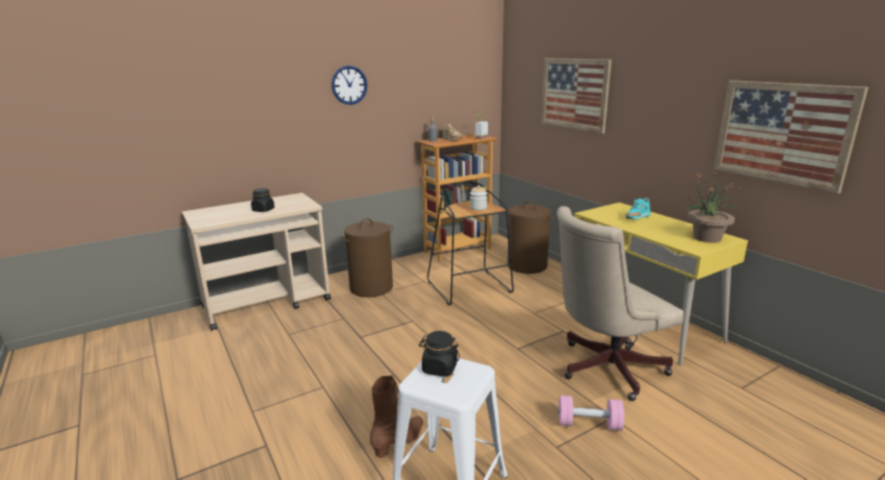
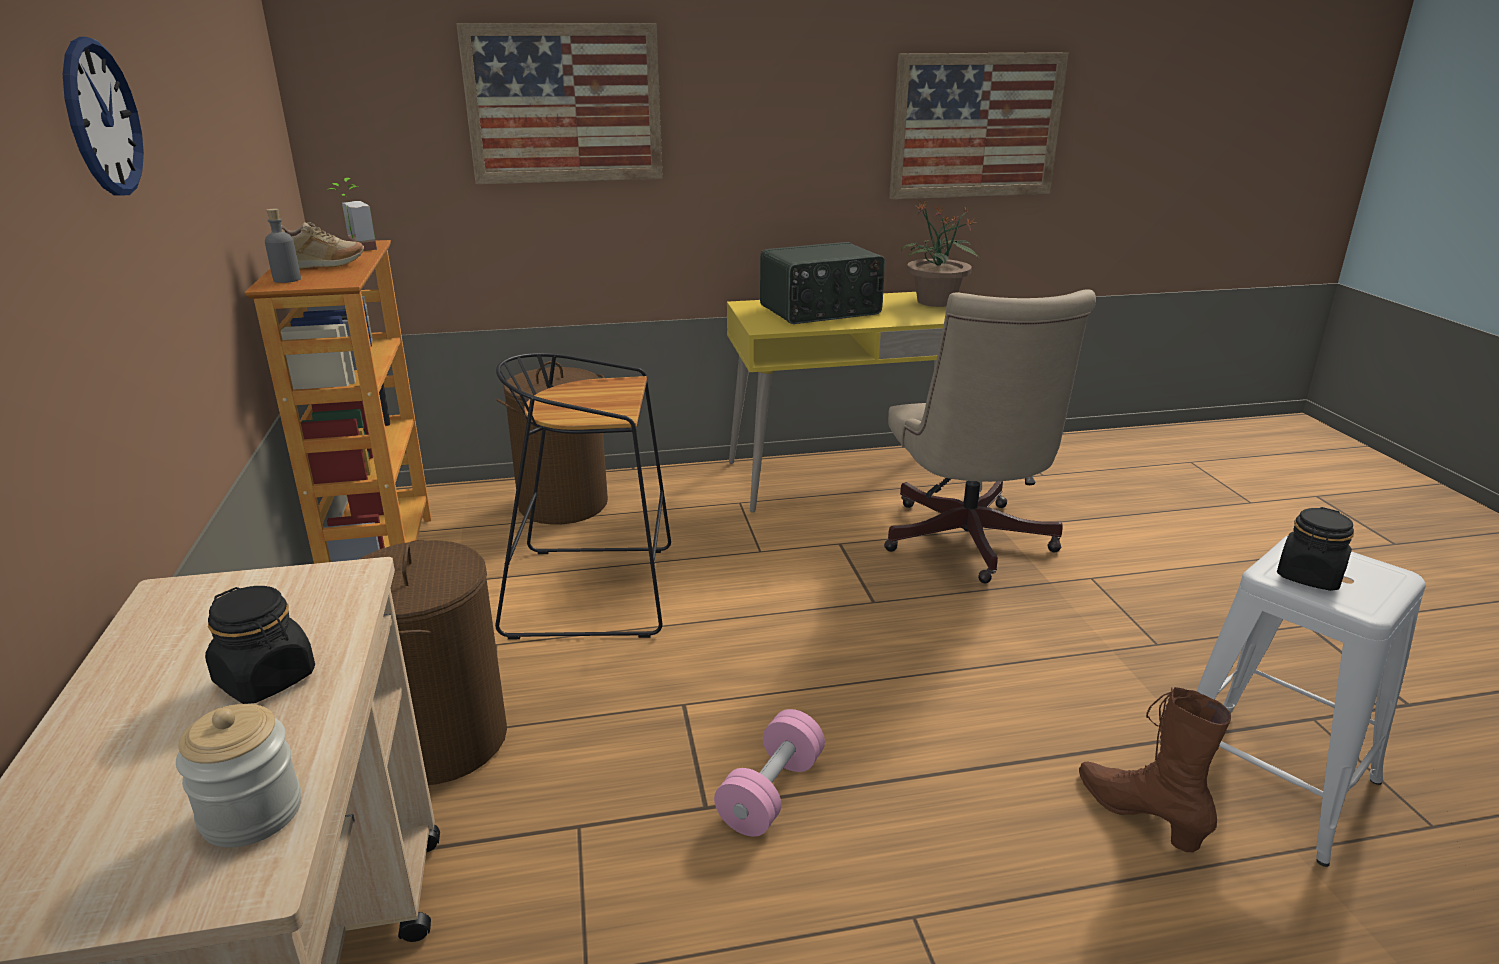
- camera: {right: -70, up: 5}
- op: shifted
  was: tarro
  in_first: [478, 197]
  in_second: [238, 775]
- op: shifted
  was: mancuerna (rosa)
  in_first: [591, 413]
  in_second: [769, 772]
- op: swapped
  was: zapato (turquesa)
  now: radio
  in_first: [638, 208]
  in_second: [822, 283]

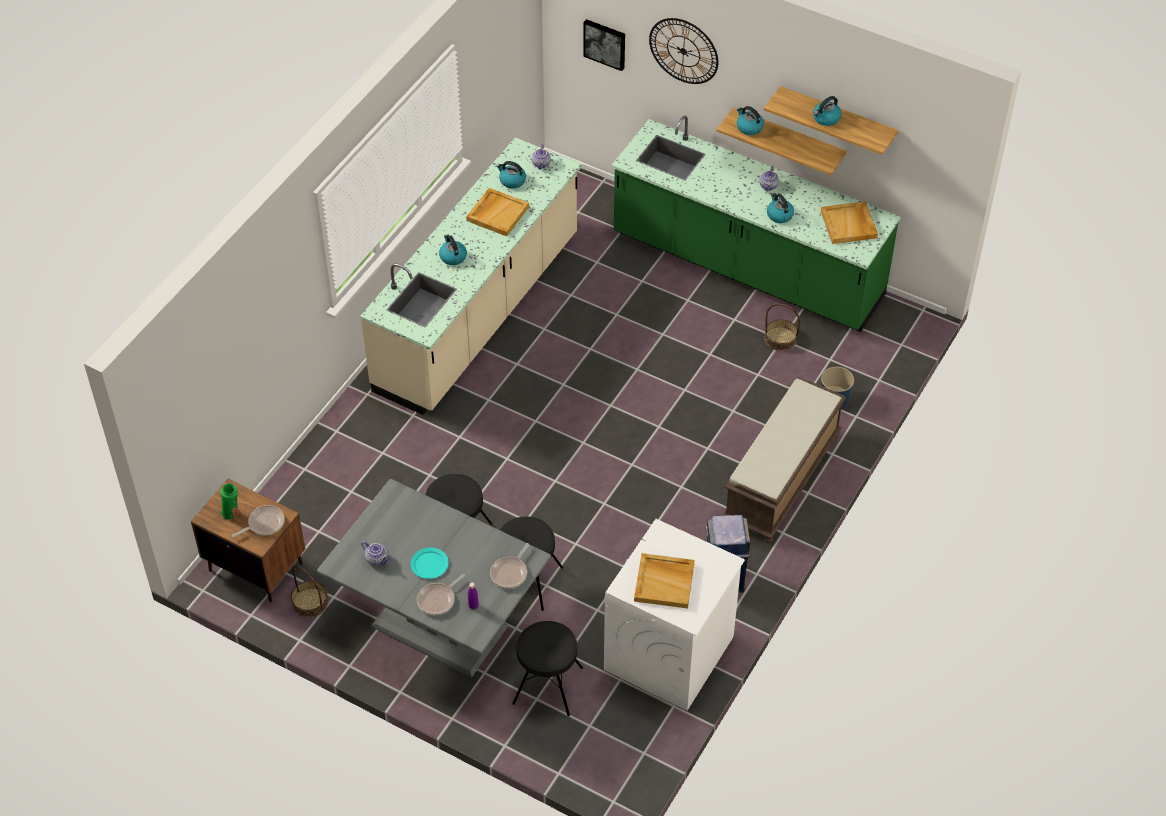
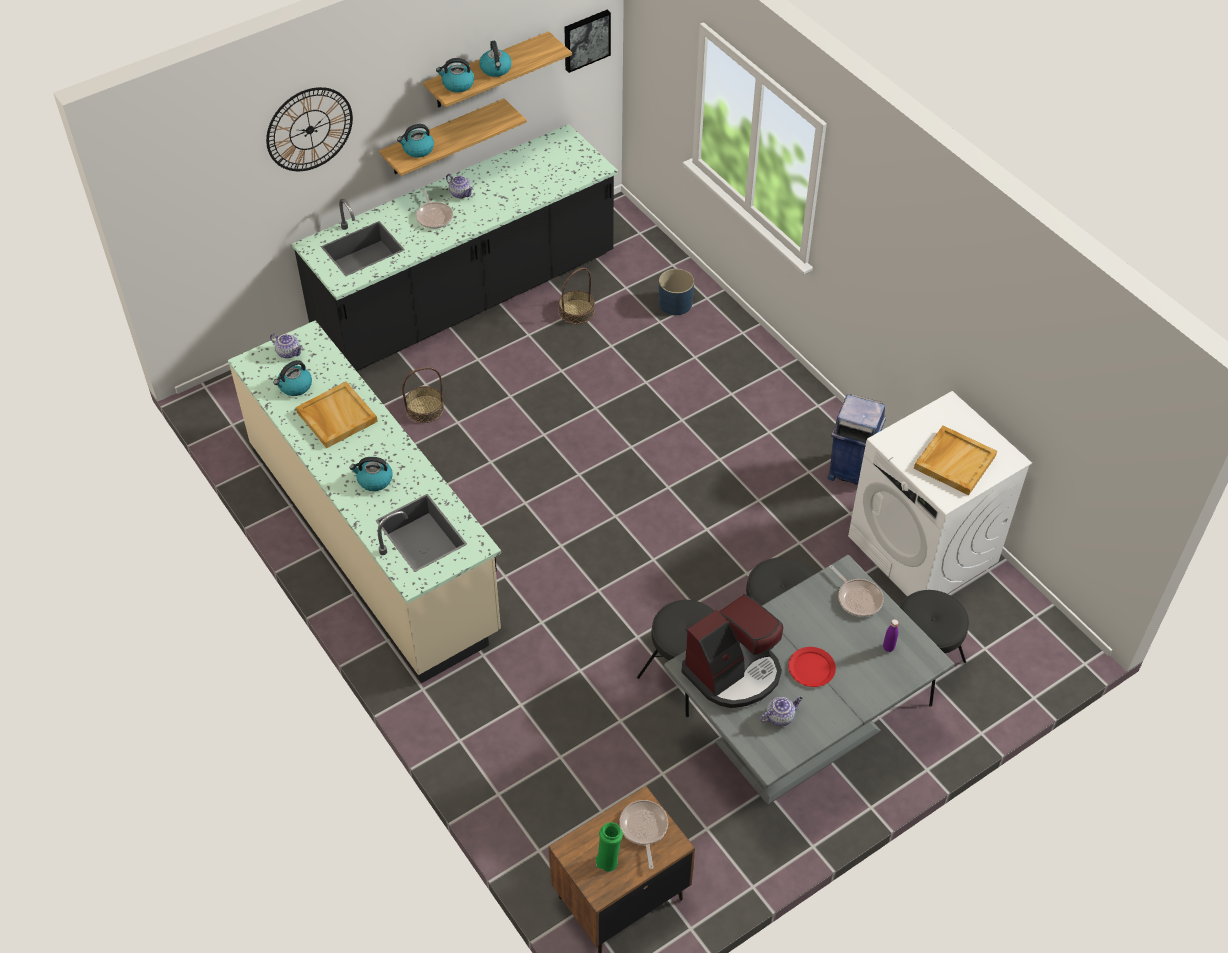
- camera: {right: -65, up: 0}
- op: shifted
  was: cesta
  in_first: [309, 592]
  in_second: [423, 395]
- op: repainted
  was: plato (turquesa)
  now: plato (rojo)
  in_first: [430, 563]
  in_second: [812, 667]
- op: shifted
  was: sartén
  in_first: [441, 594]
  in_second: [434, 209]
- op: shifted
  was: cuadro
  in_first: [604, 45]
  in_second: [588, 41]
- op: repainted
  was: mueble bajo de cocina (verde)
  now: mueble bajo de cocina (negro)
  in_first: [755, 224]
  in_second: [455, 247]
- op: gone
  was: banco (marrón)
  in_first: [784, 460]
- op: shifted
  was: hervidor
  in_first: [780, 208]
  in_second: [455, 75]
- op: gone
  was: bandeja (beis)
  in_first: [849, 222]
- op: new
  now: cafetera
  in_second: [732, 651]

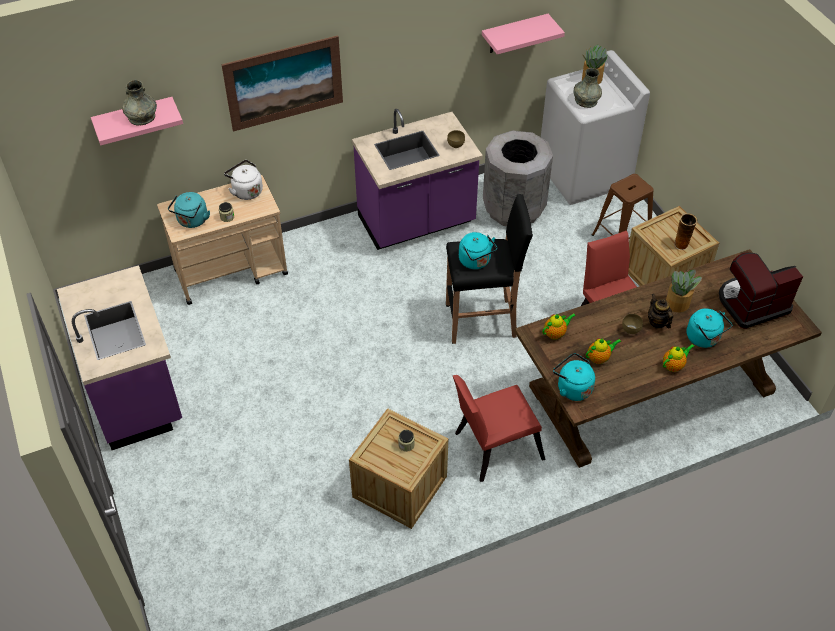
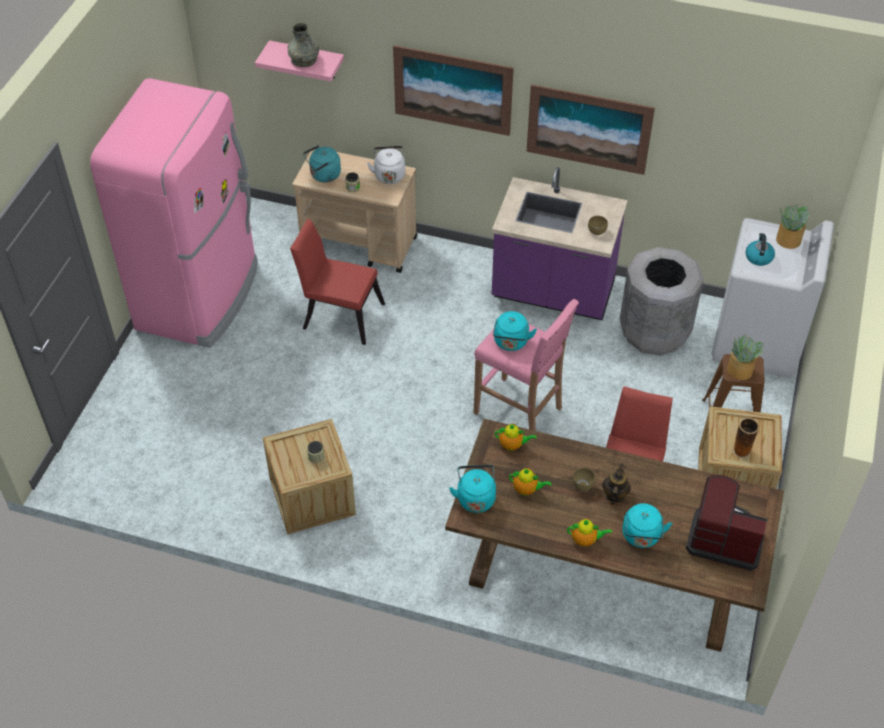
- camera: {right: 40, up: 0}
- op: swapped
  was: mueble bajo de cocina (morado)
  now: nevera (rosa)
  in_first: [119, 357]
  in_second: [174, 213]
- op: repainted
  was: taburete (negro)
  now: taburete (rosa)
  in_first: [489, 269]
  in_second: [526, 365]
- op: shifted
  was: silla (rojo)
  in_first: [499, 428]
  in_second: [337, 282]
- op: gone
  was: estante (rosa)
  in_first: [523, 34]
- op: swapped
  was: florero (gris)
  now: hervidor
  in_first: [587, 88]
  in_second: [760, 249]
- op: shifted
  was: planta en maceta
  in_first: [684, 290]
  in_second: [745, 357]
- op: new
  now: cuadro
  in_second: [590, 129]

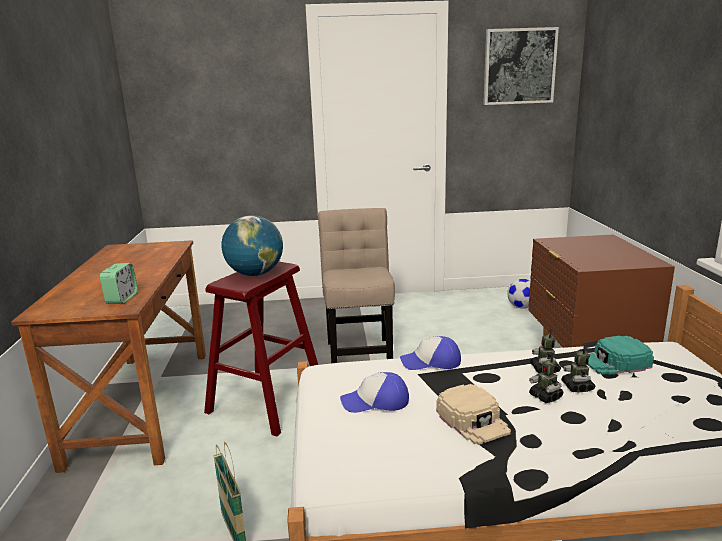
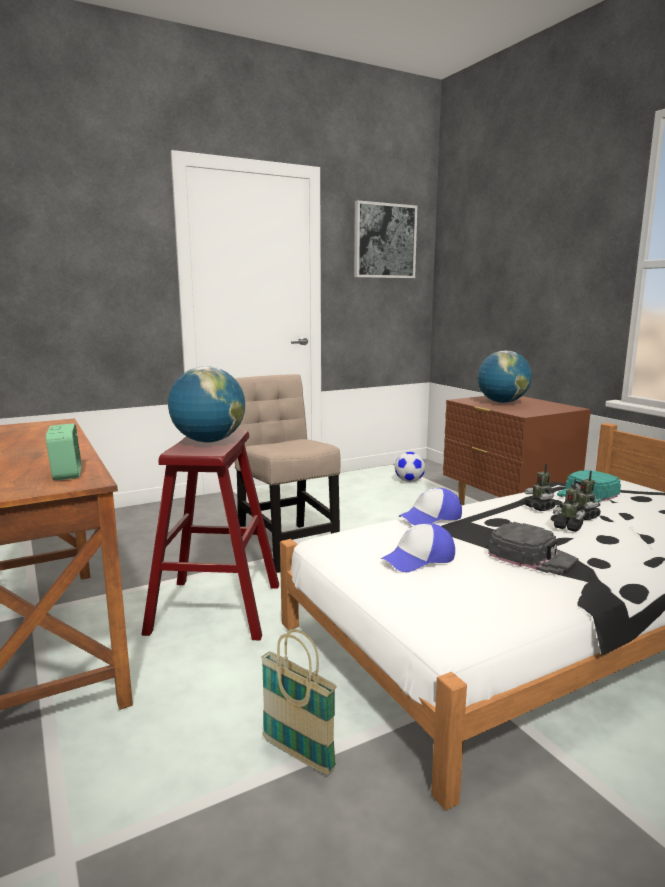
- camera: {right: -25, up: -5}
- op: repainted
  was: gorra (beis)
  now: gorra (negro)
  in_first: [473, 414]
  in_second: [533, 548]
- op: new
  now: globo terráqueo
  in_second: [505, 377]

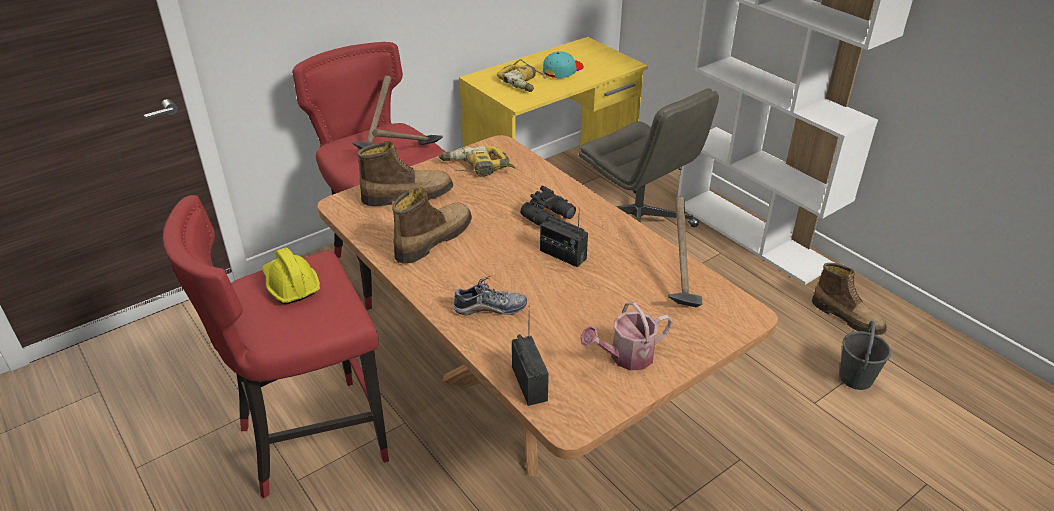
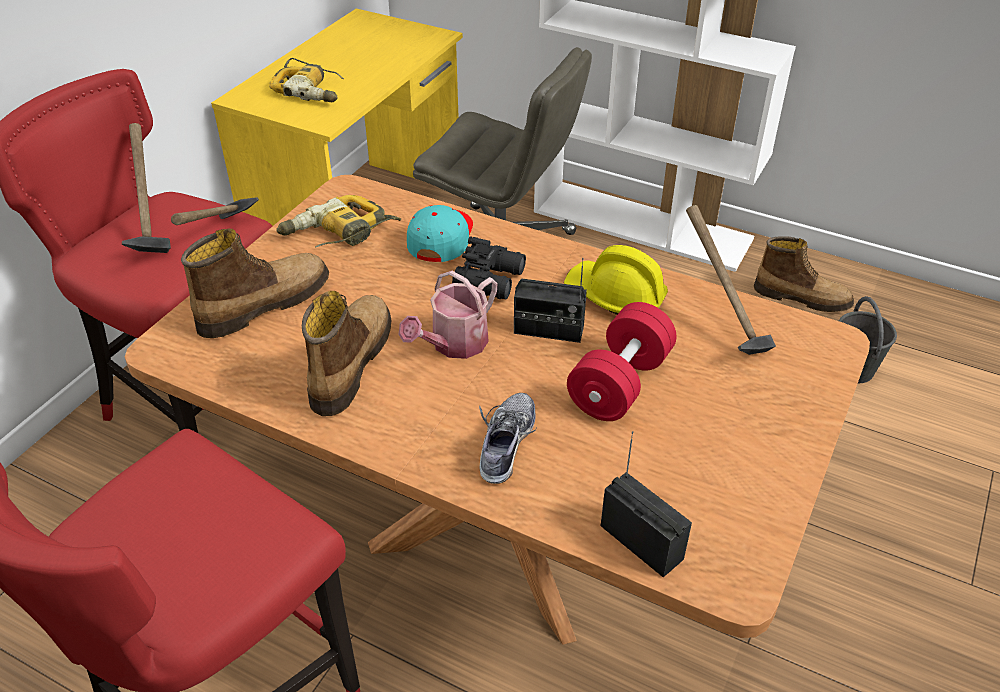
- camera: {right: -25, up: 5}
- op: shifted
  was: casco (amarillo)
  in_first: [291, 275]
  in_second: [616, 280]
- op: rotated
  was: zapato
  in_first: [490, 295]
  in_second: [508, 438]
  clockwise: -45
- op: shifted
  was: gorra (turquesa)
  in_first: [563, 64]
  in_second: [440, 233]
- op: shifted
  was: regadera
  in_first: [626, 336]
  in_second: [448, 315]
- op: new
  now: mancuerna (rojo)
  in_second: [622, 361]

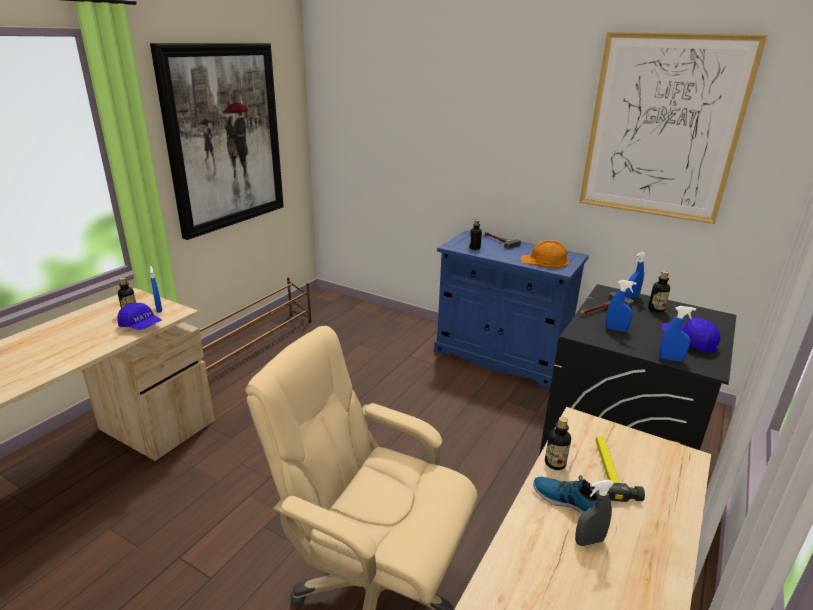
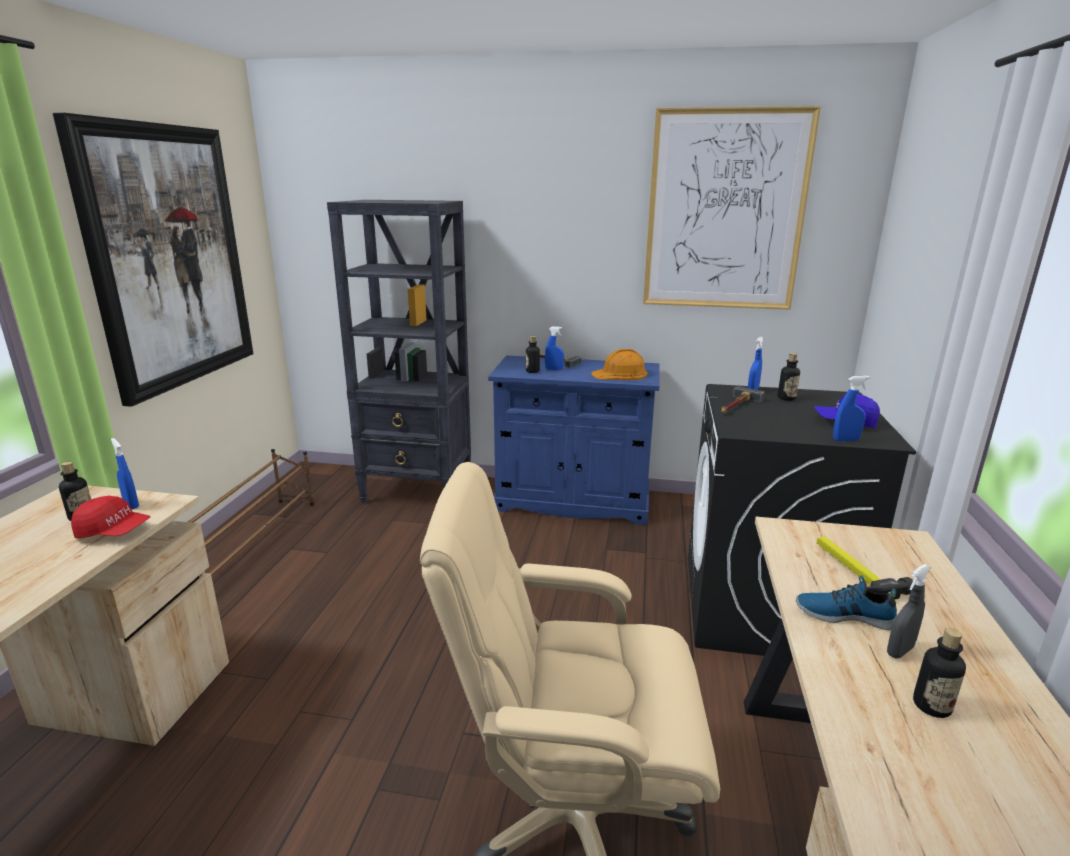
- camera: {right: -20, up: -5}
- op: repainted
  was: gorra (azul)
  now: gorra (rojo)
  in_first: [139, 316]
  in_second: [111, 517]
- op: shifted
  was: botella
  in_first: [558, 443]
  in_second: [939, 673]
- op: shifted
  was: pulverizador (azul)
  in_first: [621, 306]
  in_second: [554, 348]
- op: new
  now: estantería (negro)
  in_second: [399, 351]

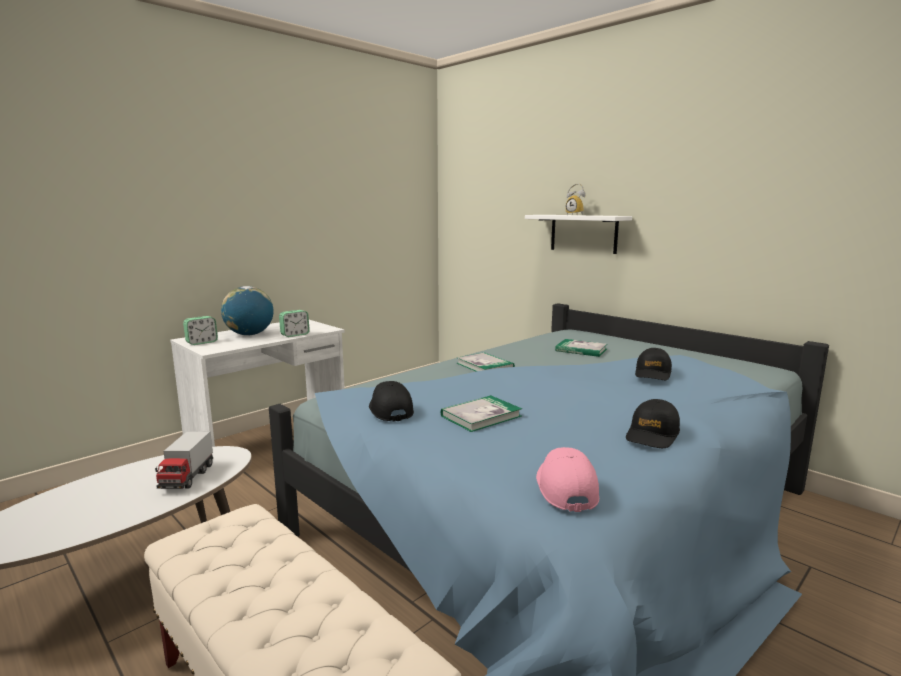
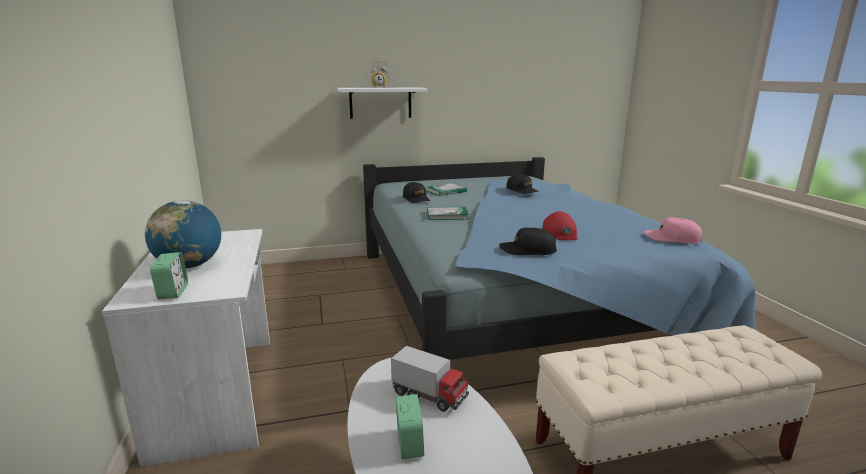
- camera: {right: -60, up: 5}
- op: shifted
  was: despertador
  in_first: [294, 323]
  in_second: [410, 426]
- op: swapped
  was: libro
  now: gorra (rojo)
  in_first: [481, 413]
  in_second: [560, 225]
- op: shifted
  was: gorra (negro)
  in_first: [653, 423]
  in_second: [416, 192]

